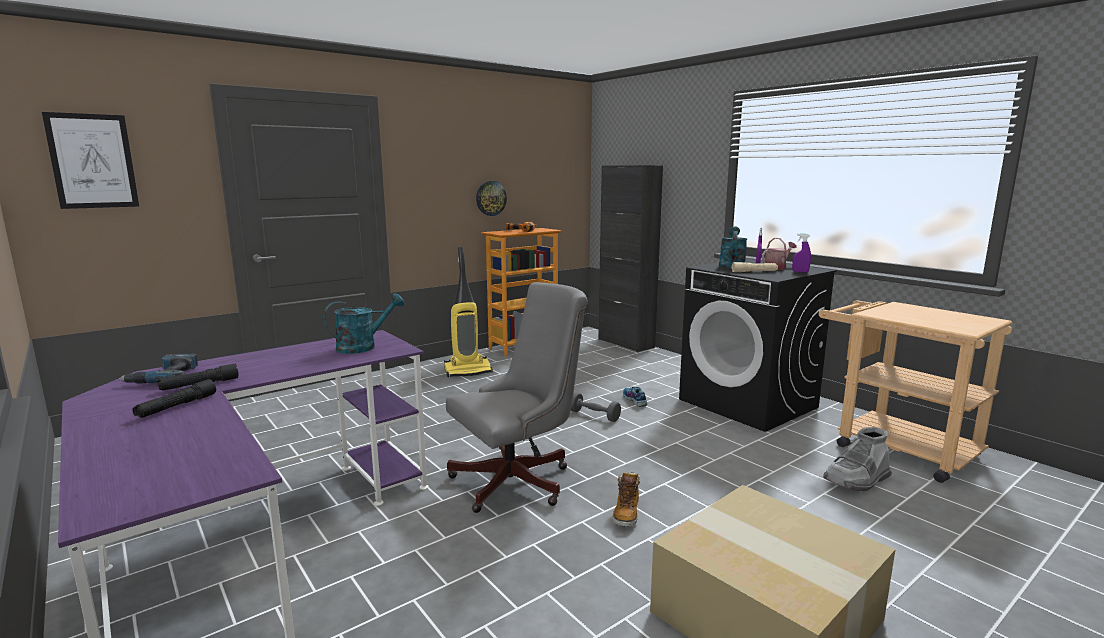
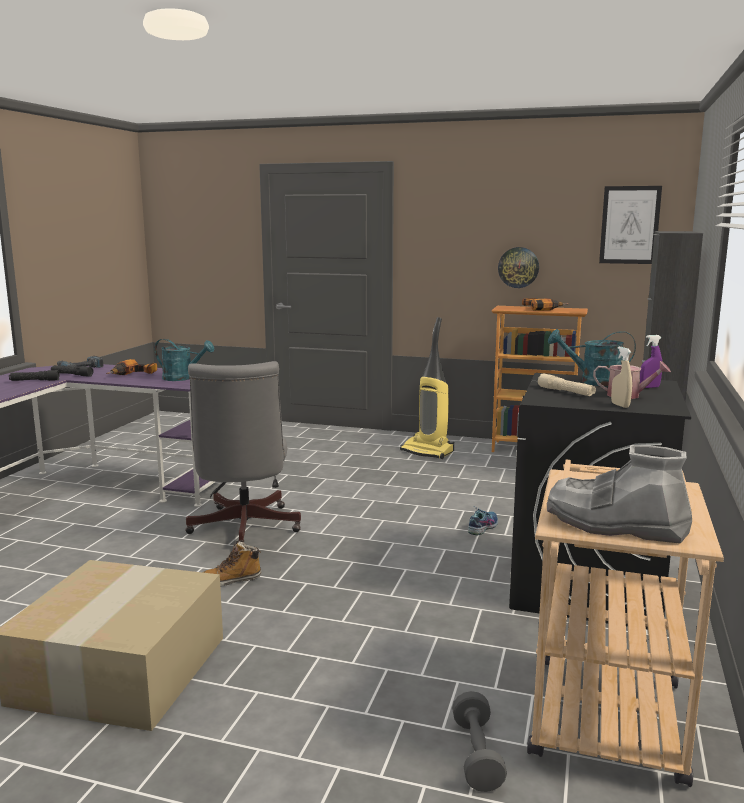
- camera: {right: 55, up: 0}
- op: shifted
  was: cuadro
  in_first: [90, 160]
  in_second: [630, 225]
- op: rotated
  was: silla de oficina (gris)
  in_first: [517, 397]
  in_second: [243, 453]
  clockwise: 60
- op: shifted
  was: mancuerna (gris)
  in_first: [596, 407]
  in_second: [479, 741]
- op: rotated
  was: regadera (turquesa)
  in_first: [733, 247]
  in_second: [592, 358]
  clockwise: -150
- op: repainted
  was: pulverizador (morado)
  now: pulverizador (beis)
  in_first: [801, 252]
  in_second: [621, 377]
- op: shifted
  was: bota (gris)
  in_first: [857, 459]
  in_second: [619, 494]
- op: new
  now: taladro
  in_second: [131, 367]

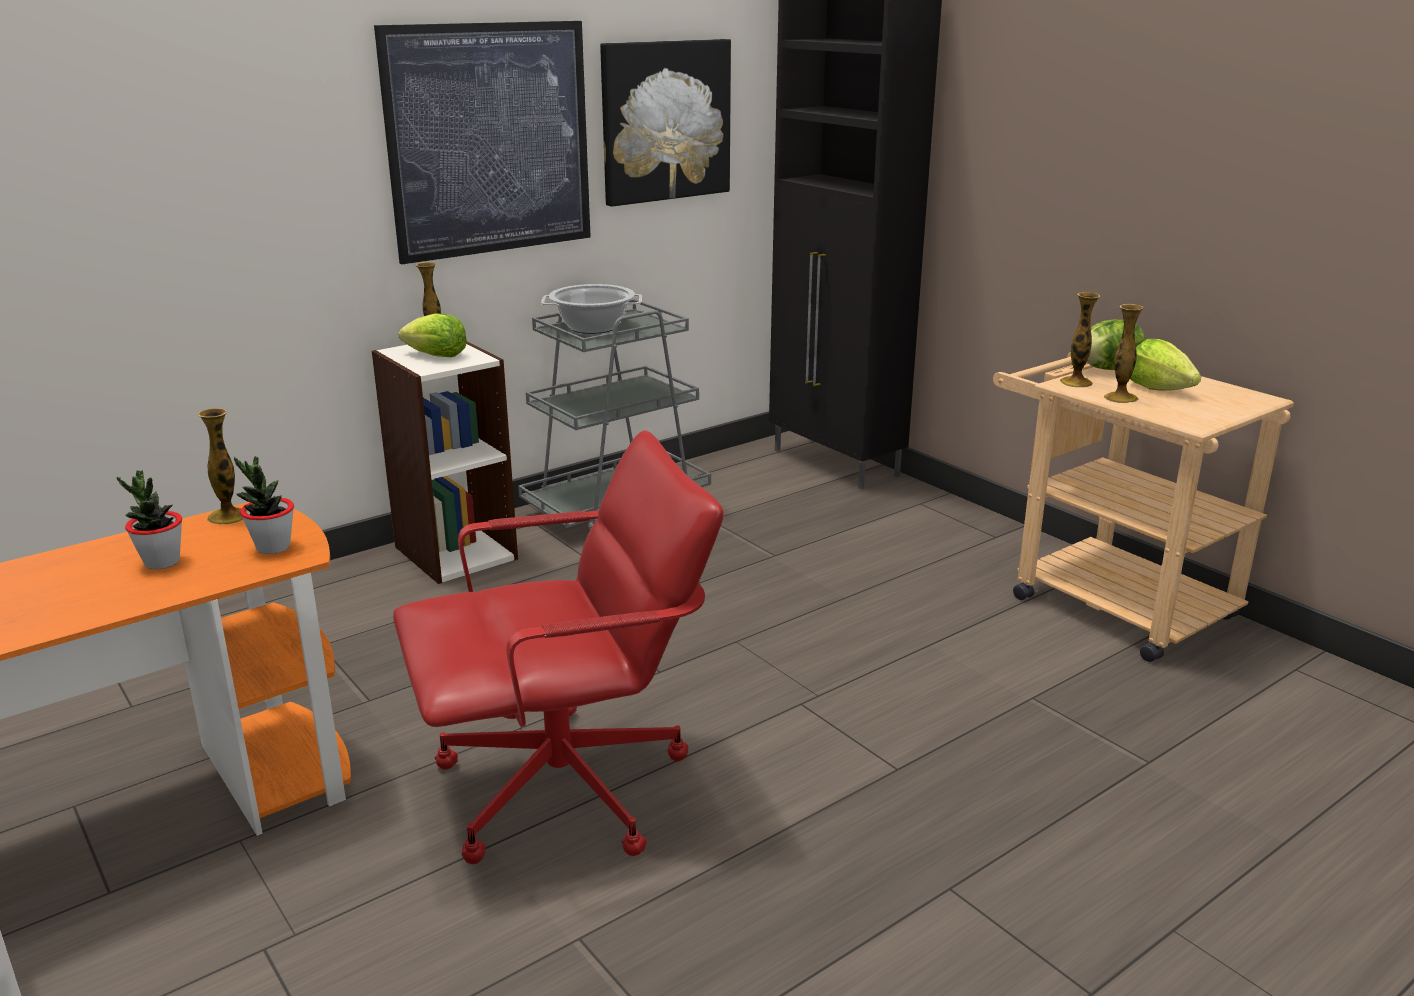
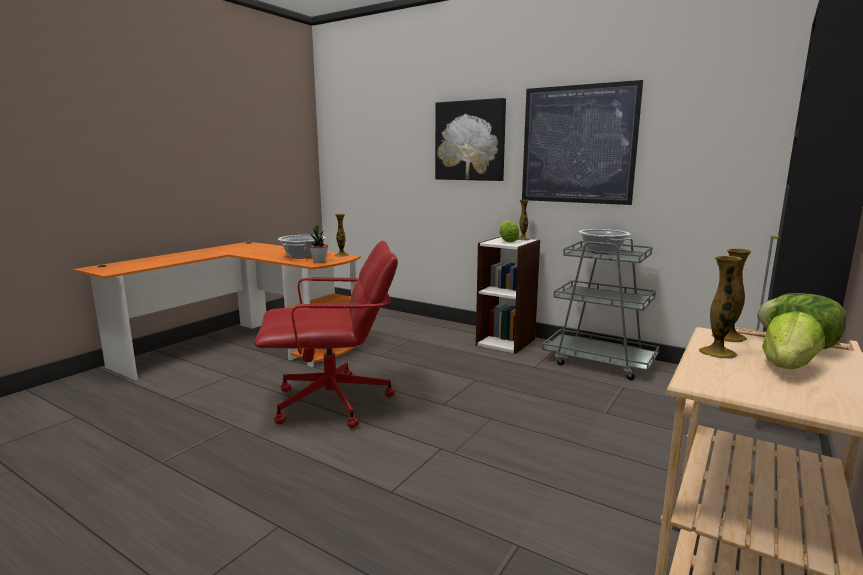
- camera: {right: 70, up: -10}
- op: swapped
  was: planta en maceta
  now: olla
  in_first: [149, 520]
  in_second: [302, 247]
- op: rotated
  was: silla de oficina (rojo)
  in_first: [558, 647]
  in_second: [326, 334]
  clockwise: -60
- op: shifted
  was: cuadro
  in_first: [665, 123]
  in_second: [470, 139]

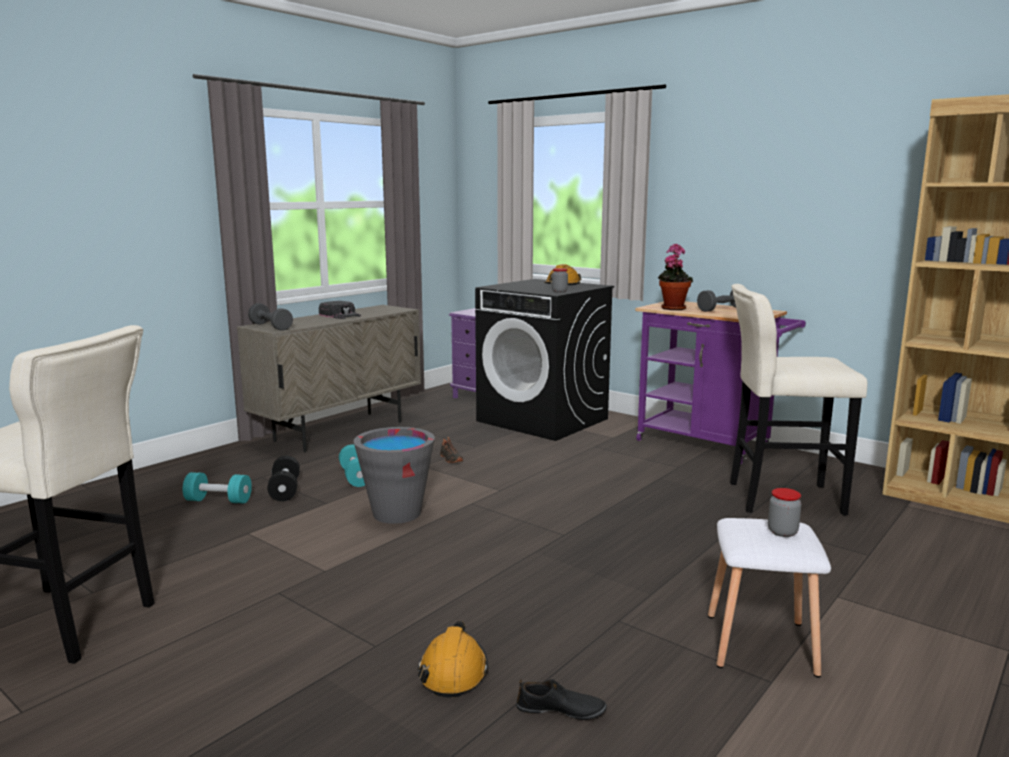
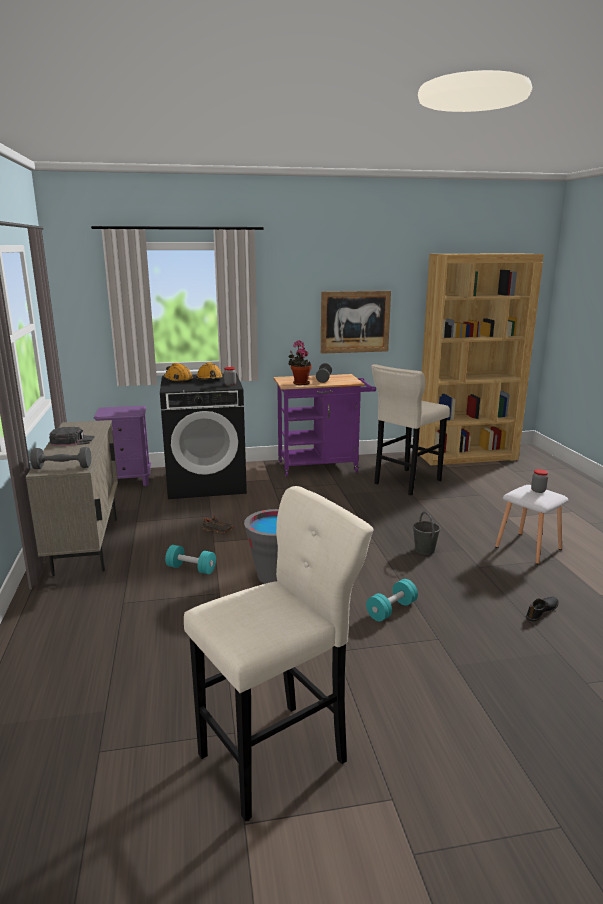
- camera: {right: -50, up: 5}
- op: shifted
  was: mancuerna (turquesa)
  in_first: [217, 487]
  in_second: [392, 600]
- op: gone
  was: mancuerna (negro)
  in_first: [283, 478]
- op: shifted
  was: casco (naranja)
  in_first: [453, 659]
  in_second: [178, 373]
- op: new
  now: cuadro
  in_second: [356, 322]
- op: new
  now: cubo (gris)
  in_second: [426, 533]

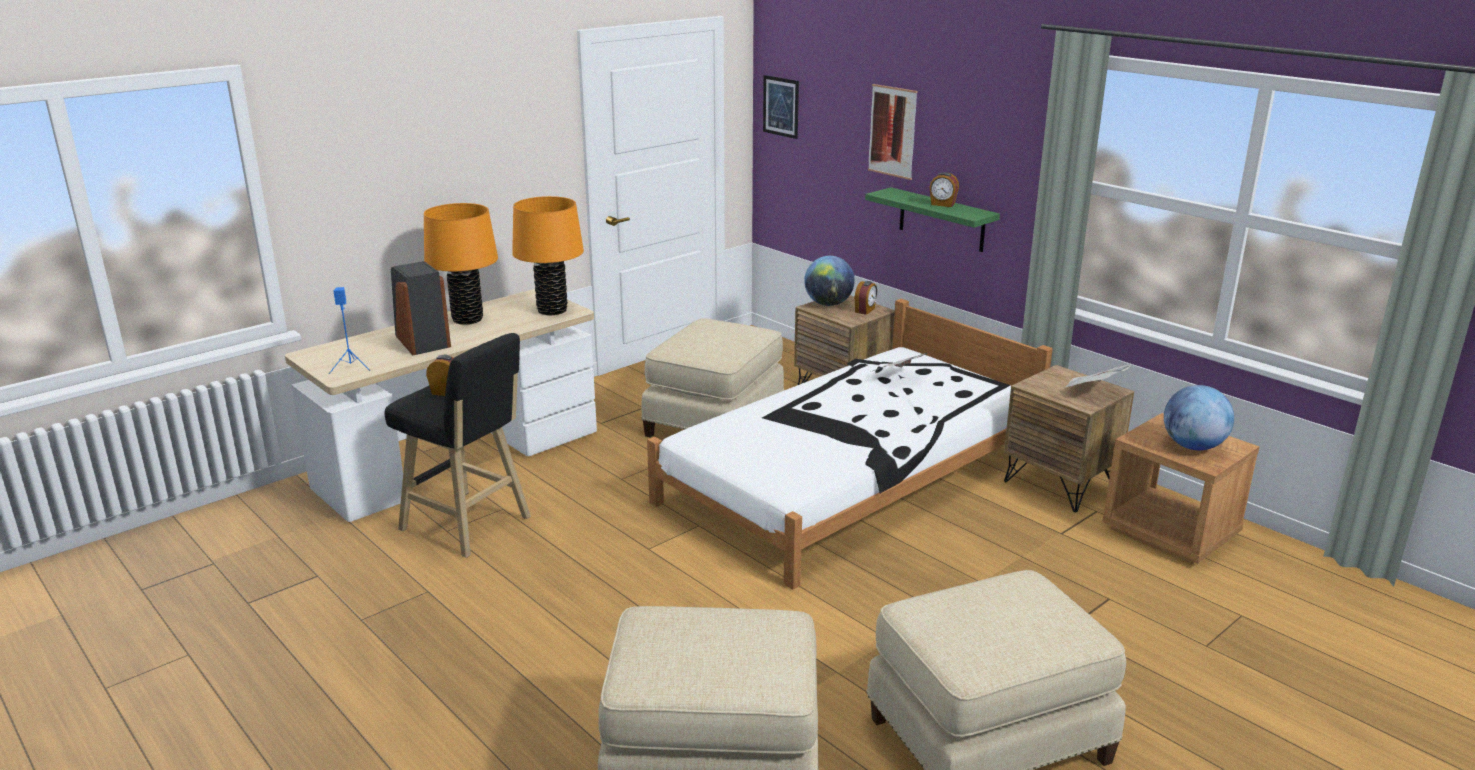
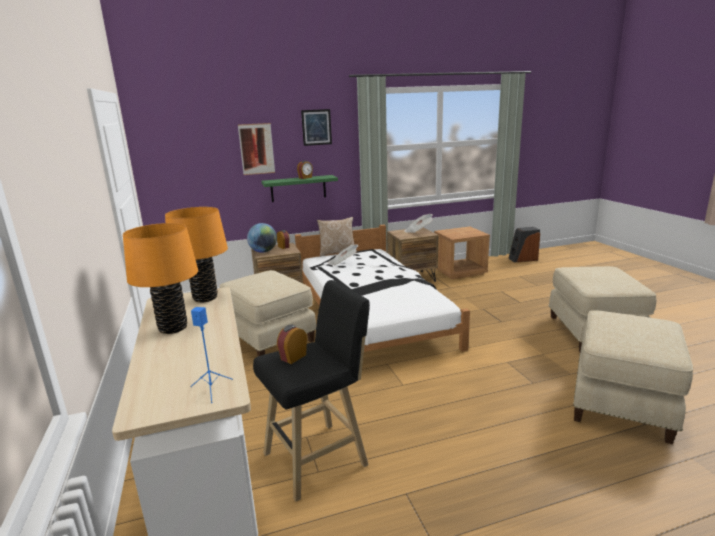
- camera: {right: -65, up: -5}
- op: shifted
  was: altavoz
  in_first: [421, 308]
  in_second: [524, 244]
- op: shifted
  was: cuadro
  in_first: [781, 107]
  in_second: [316, 127]
- op: gone
  was: globo terráqueo
  in_first: [1199, 417]
- op: new
  now: cojín
  in_second: [337, 236]

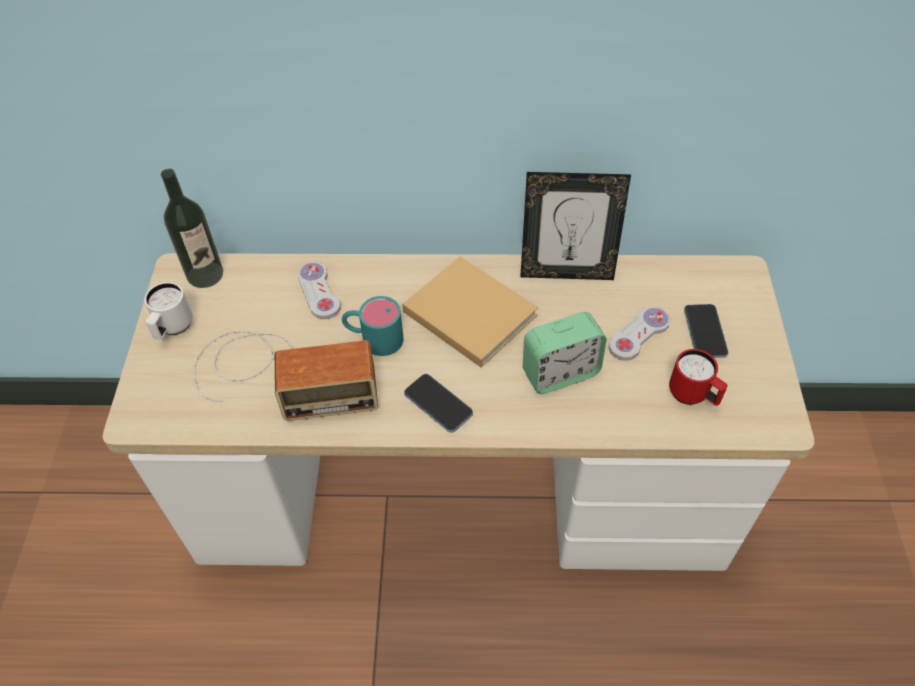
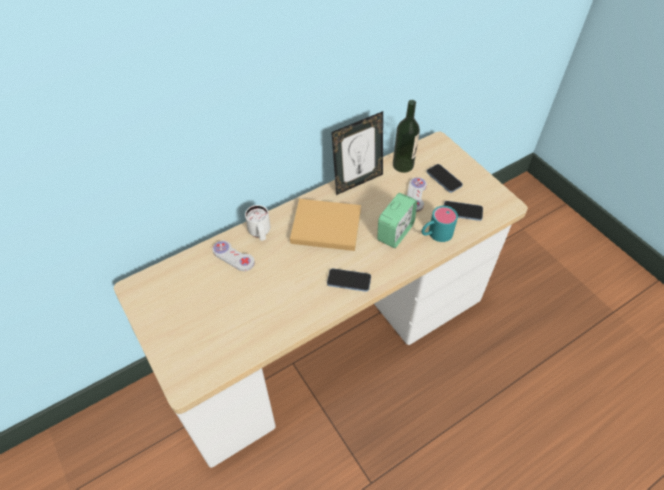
- camera: {right: -35, up: 0}
- op: shifted
  was: taza grande (blanco)
  in_first: [168, 311]
  in_second: [257, 223]
- op: shifted
  was: botella
  in_first: [192, 228]
  in_second: [406, 136]
- op: gone
  was: radio
  in_first: [286, 376]
- op: shifted
  was: taza grande (turquesa)
  in_first: [373, 326]
  in_second: [439, 224]
- op: swapped
  was: taza grande (rojo)
  now: móvil
  in_first: [698, 377]
  in_second: [463, 211]

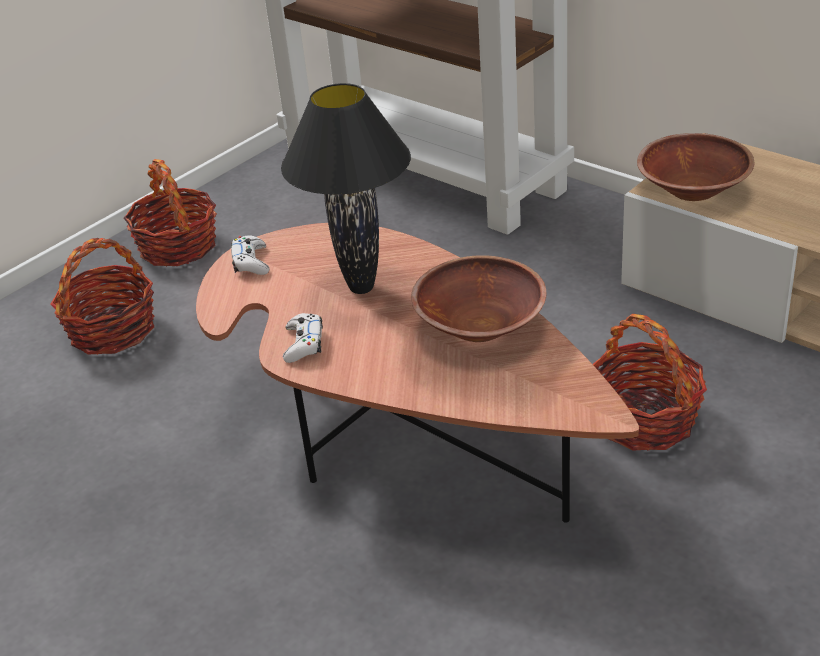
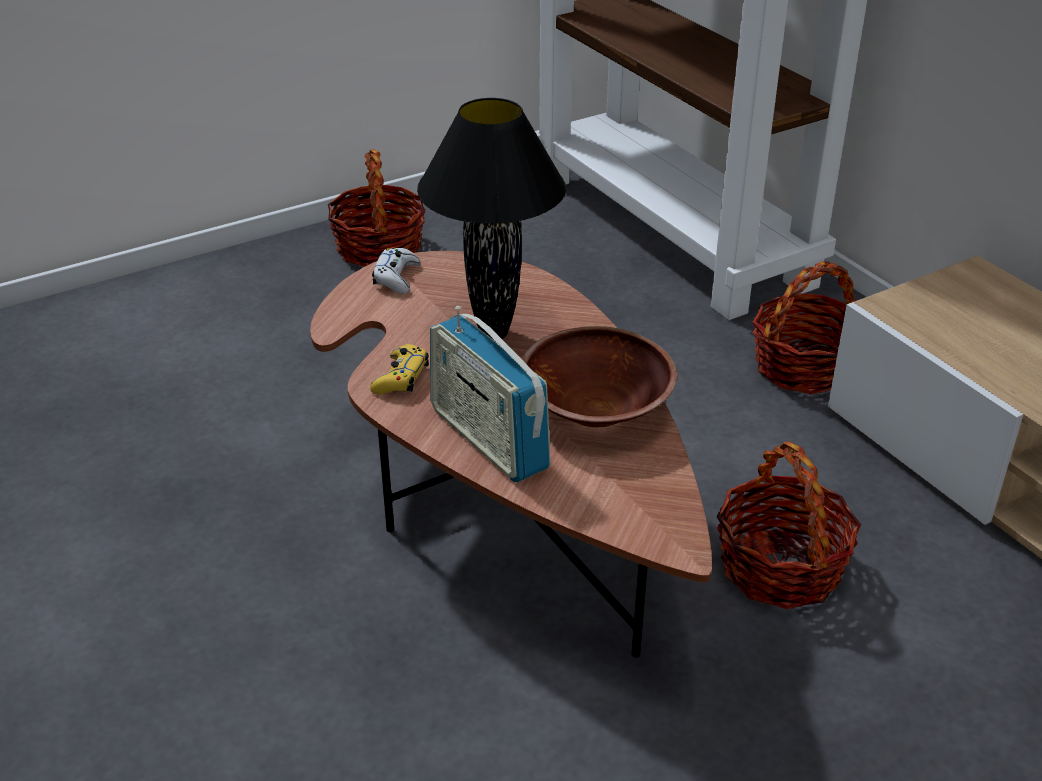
- camera: {right: 15, up: 0}
- op: shifted
  was: cesta
  in_first: [102, 296]
  in_second: [803, 327]
- op: repainted
  was: mando de consola (blanco)
  now: mando de consola (amarillo)
  in_first: [303, 338]
  in_second: [399, 369]
- op: gone
  was: cuenco (marrón)
  in_first: [695, 167]
- op: new
  now: radio
  in_second: [490, 394]

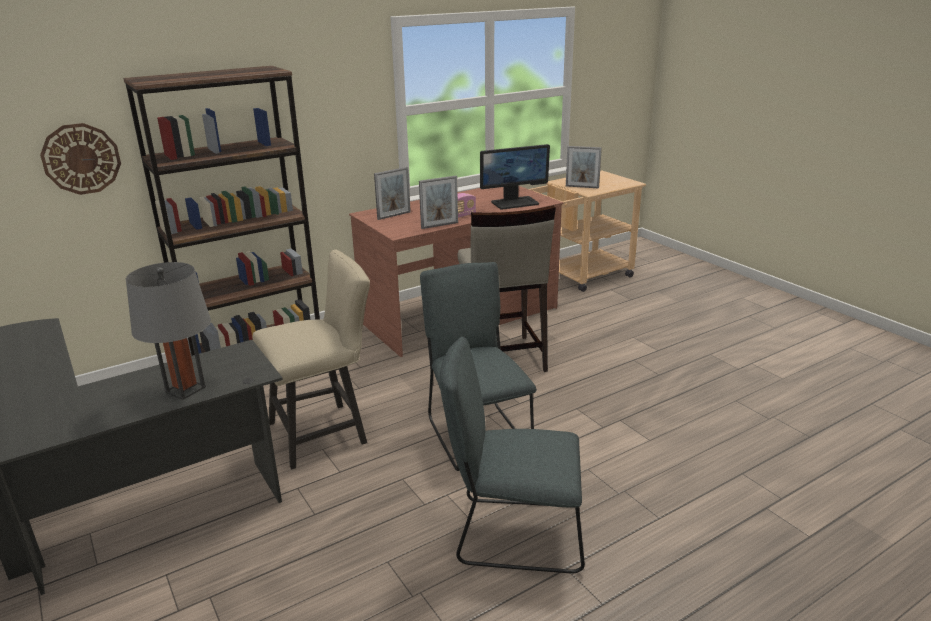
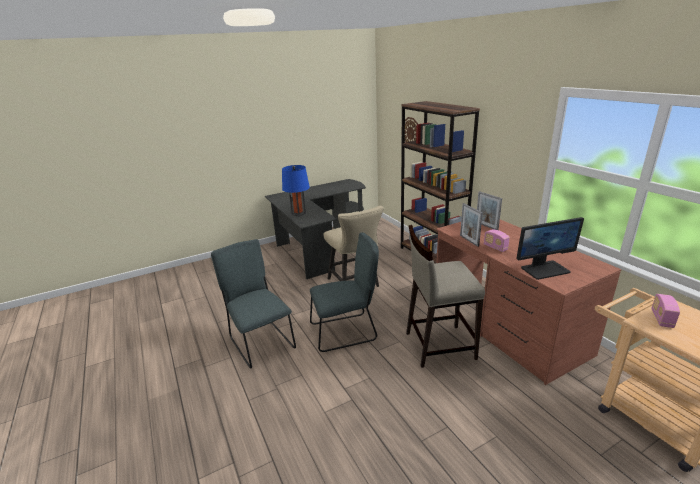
- camera: {right: 95, up: 0}
- op: repainted
  was: lámpara de mesa (gris)
  now: lámpara de mesa (azul)
  in_first: [168, 331]
  in_second: [296, 191]
- op: rotated
  was: silla (gris)
  in_first: [512, 455]
  in_second: [253, 303]
  clockwise: -45
- op: rotated
  was: monitor
  in_first: [515, 176]
  in_second: [550, 248]
  clockwise: -90
- op: swapped
  was: portarretratos
  now: radio
  in_first: [584, 167]
  in_second: [665, 311]

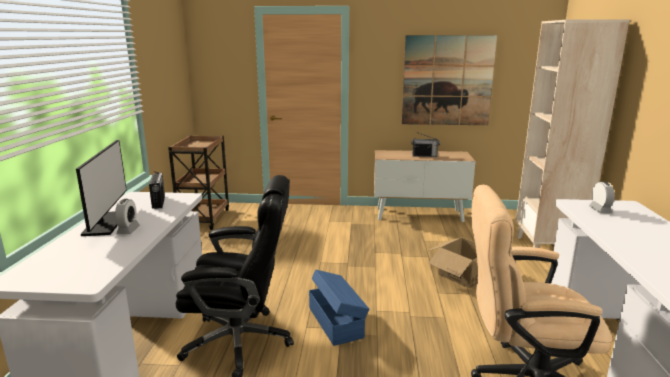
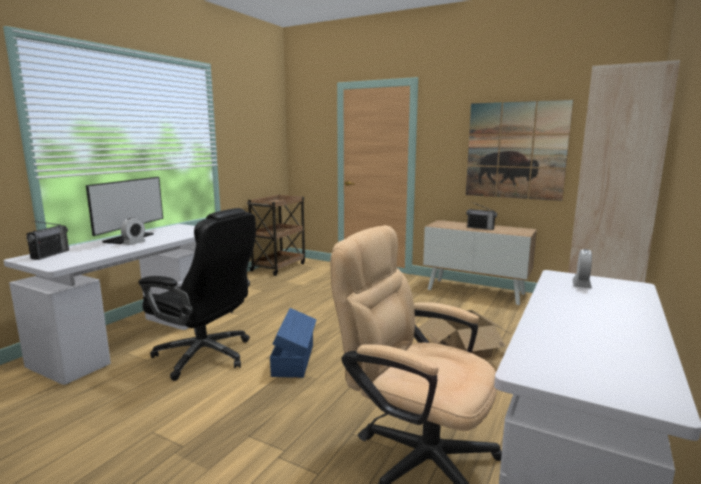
- camera: {right: 25, up: -5}
- op: shifted
  was: radio
  in_first: [157, 190]
  in_second: [48, 240]

